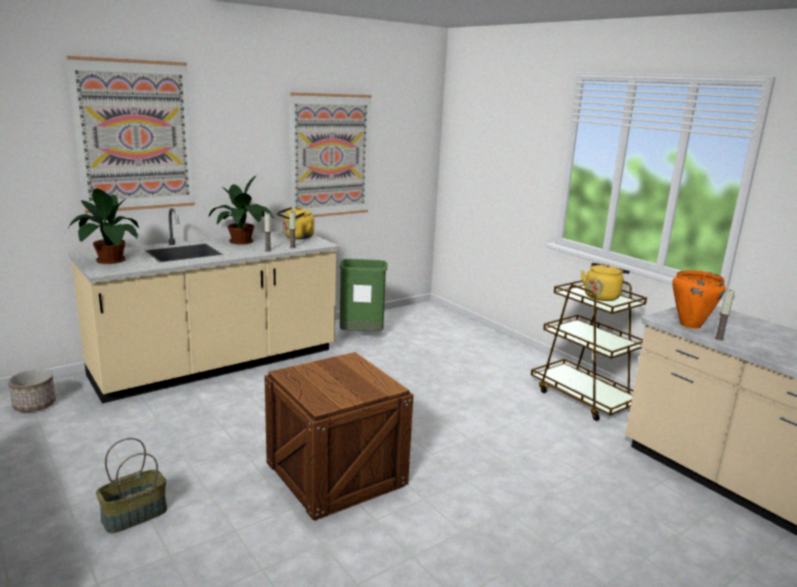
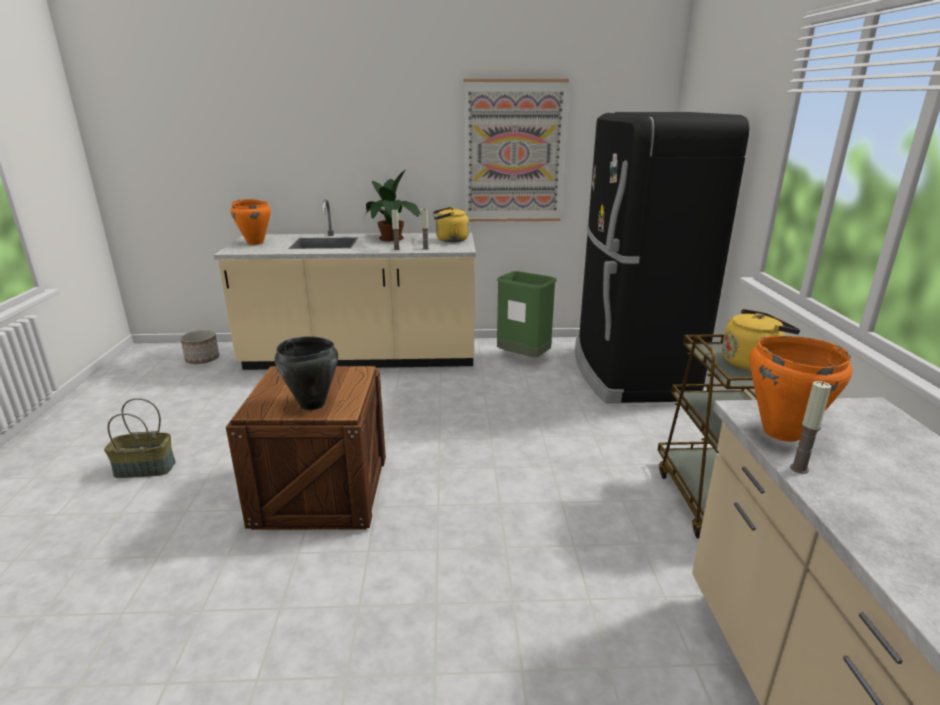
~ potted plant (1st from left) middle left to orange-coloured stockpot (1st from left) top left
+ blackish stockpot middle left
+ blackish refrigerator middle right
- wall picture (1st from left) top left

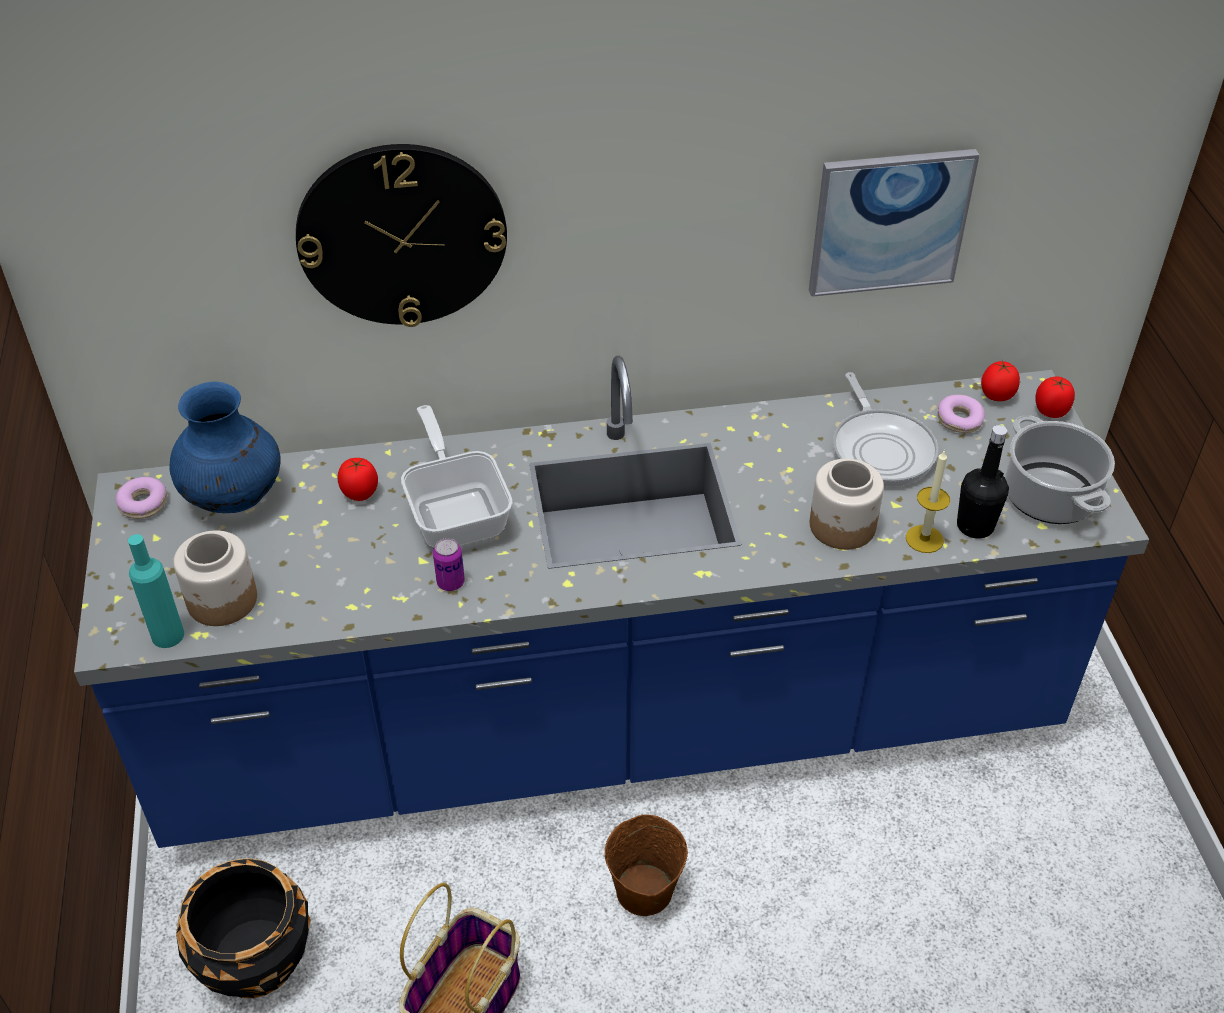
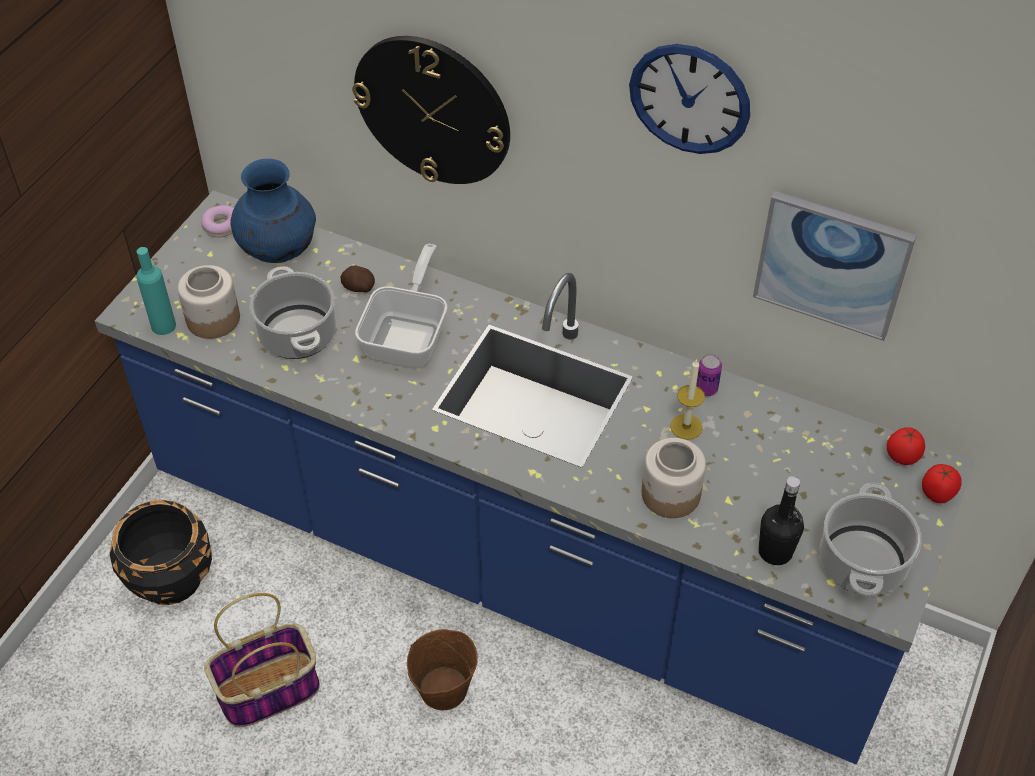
+ stockpot (1st from left) middle left
~ whole tomato (1st from left) middle left to spud centre
+ wall clock (2nd from left) top centre
~ candle middle right to centre
~ sealed can centre to middle right
- skillet (2nd from left) middle right
- ring doughnut (2nd from left) middle right

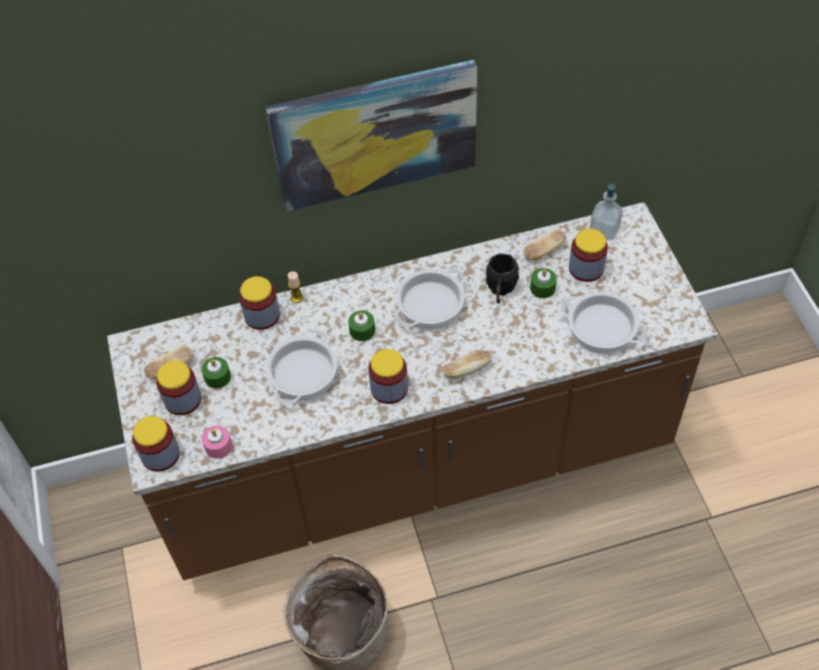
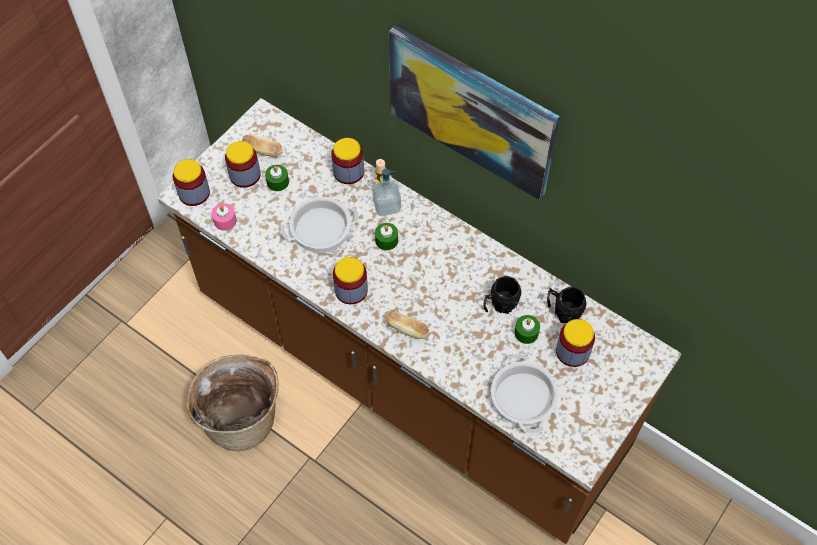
~ soap bottle top right to centre
~ bread (3rd from left) centre to blackish mug (2nd from left) middle right
- stockpot (2nd from left) centre

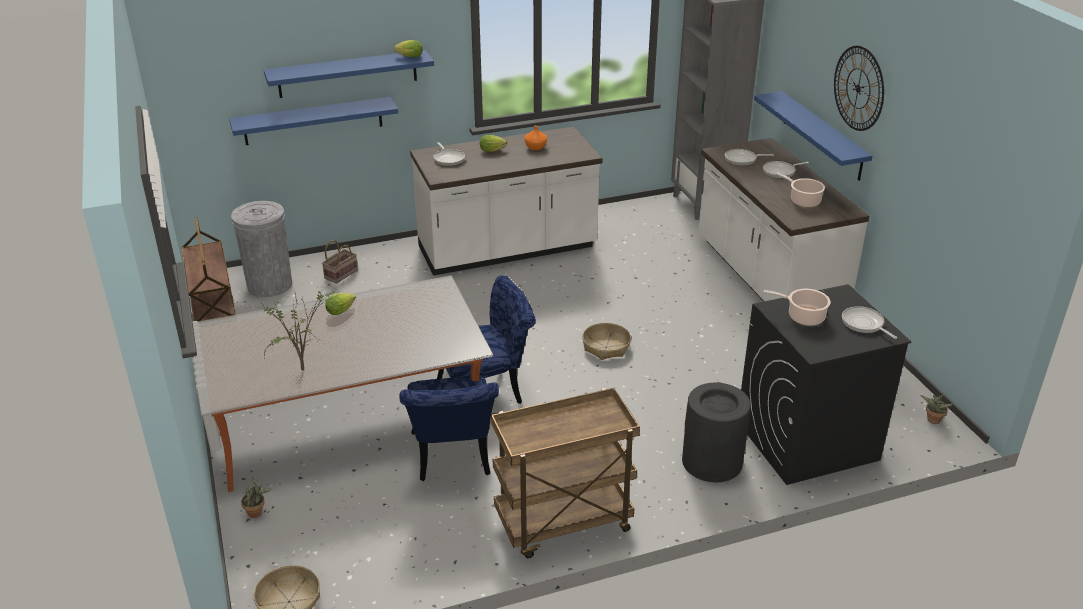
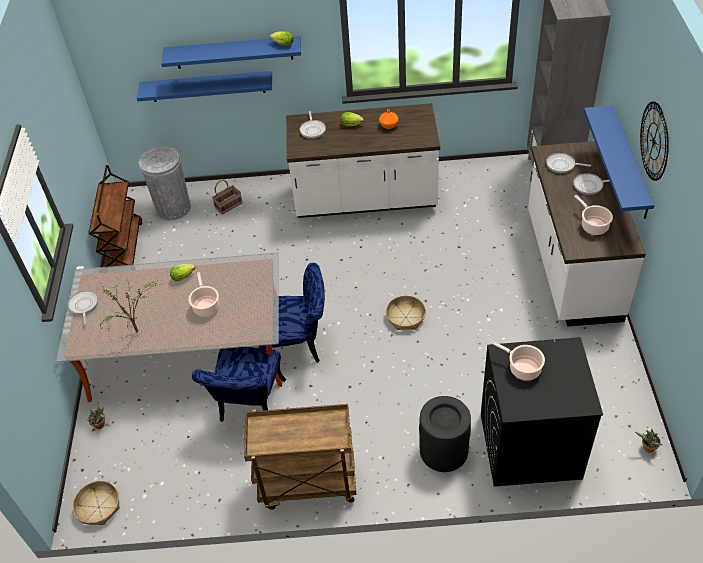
~ skillet (4th from left in the first image) middle right to skillet (1st from left) middle left
+ stockpot (1st from left) middle left

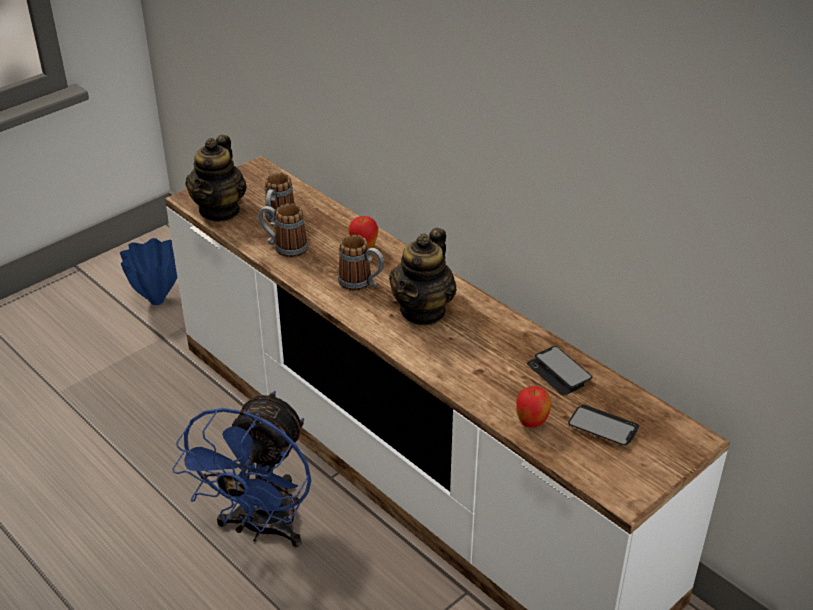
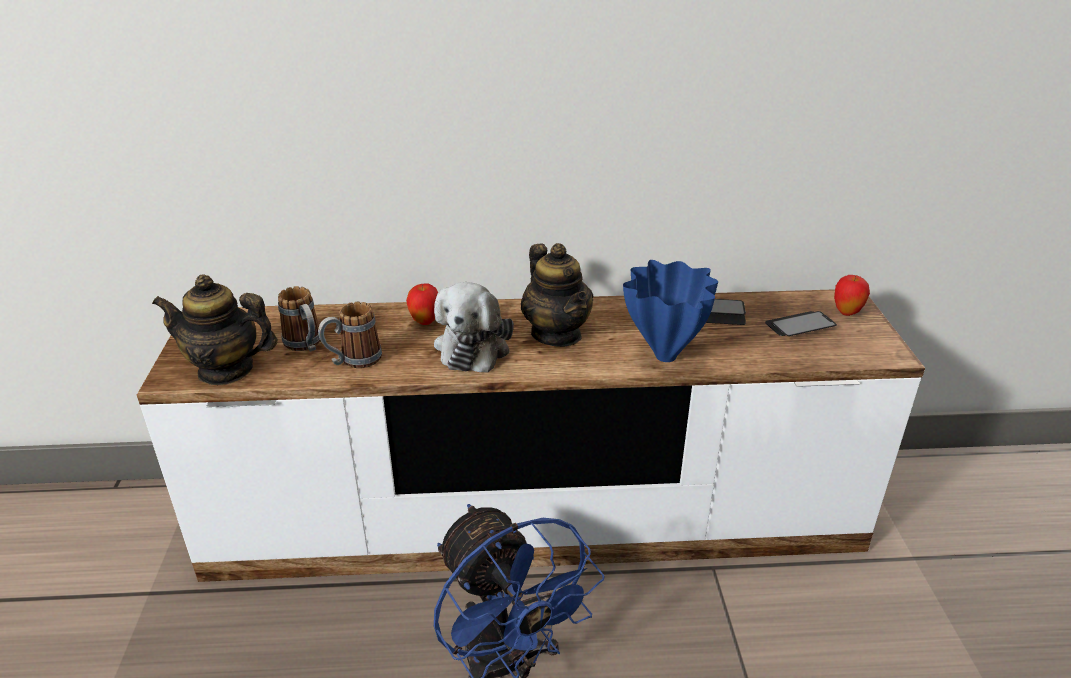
~ teapot (1st from left) top left = middle left 135 degrees clockwise
~ mug (3rd from left) centre to plush toy centre
~ blue flower vase middle left to centre
~ apple fruit (2nd from left) bottom centre to middle right

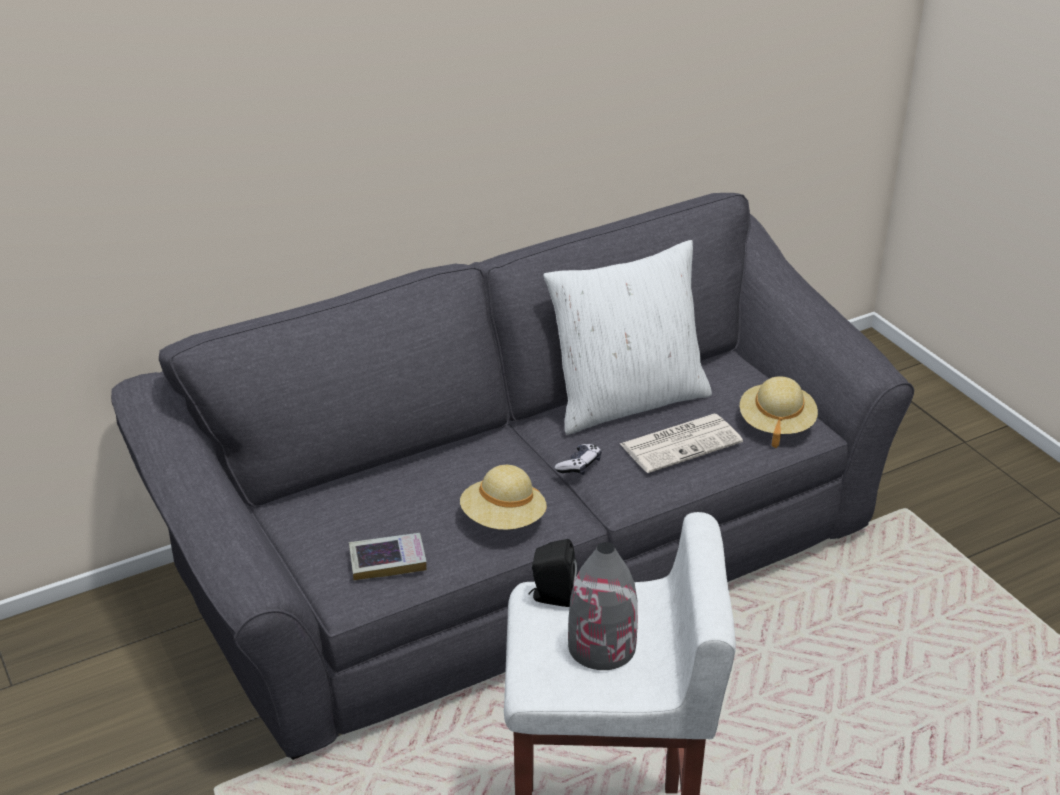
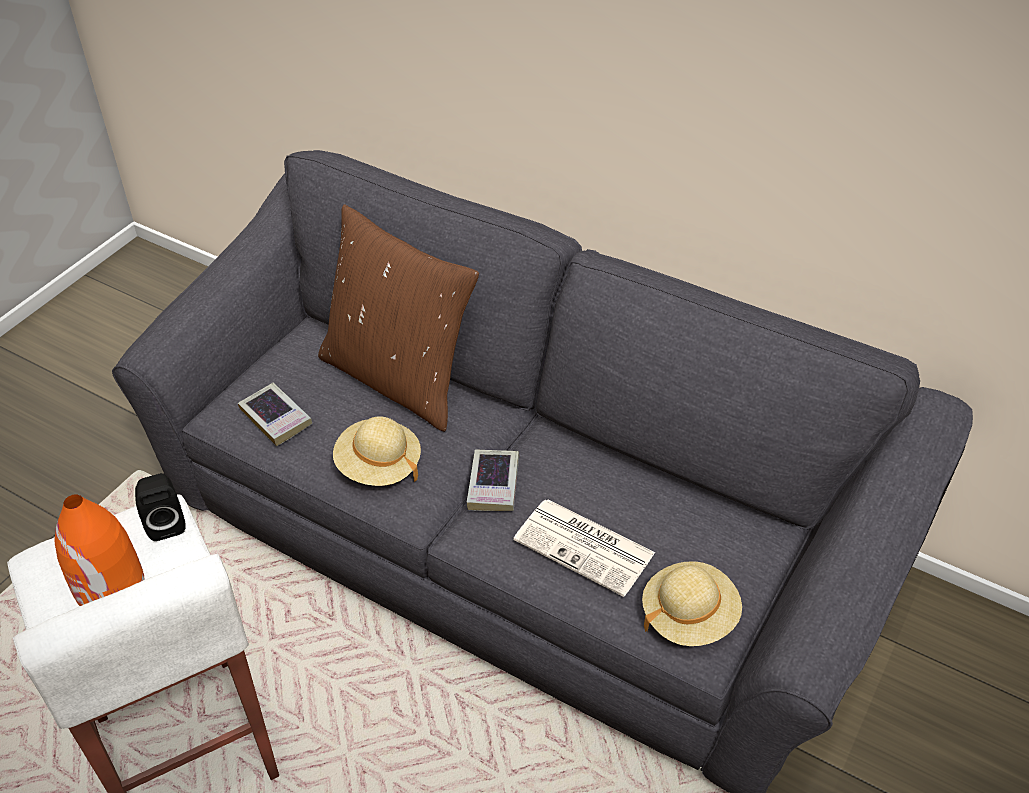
~ gray flower vase bottom centre to orange-coloured flower vase bottom left
+ brown-coloured throw pillow centre
~ joypad centre to book (2nd from left) centre
- white throw pillow centre

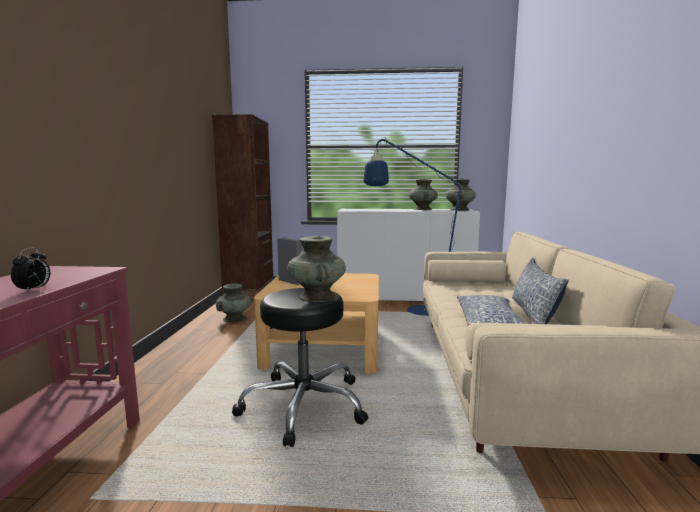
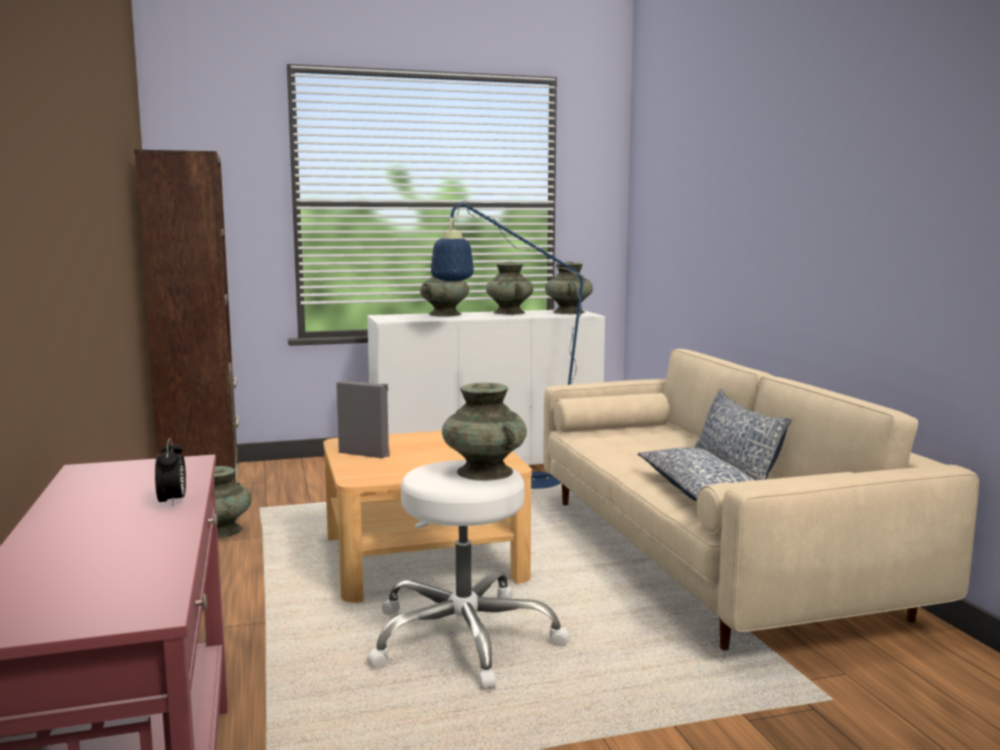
~ blackish stool seat bottom centre to white stool seat bottom centre
+ turquoise flower vase (2nd from left) centre

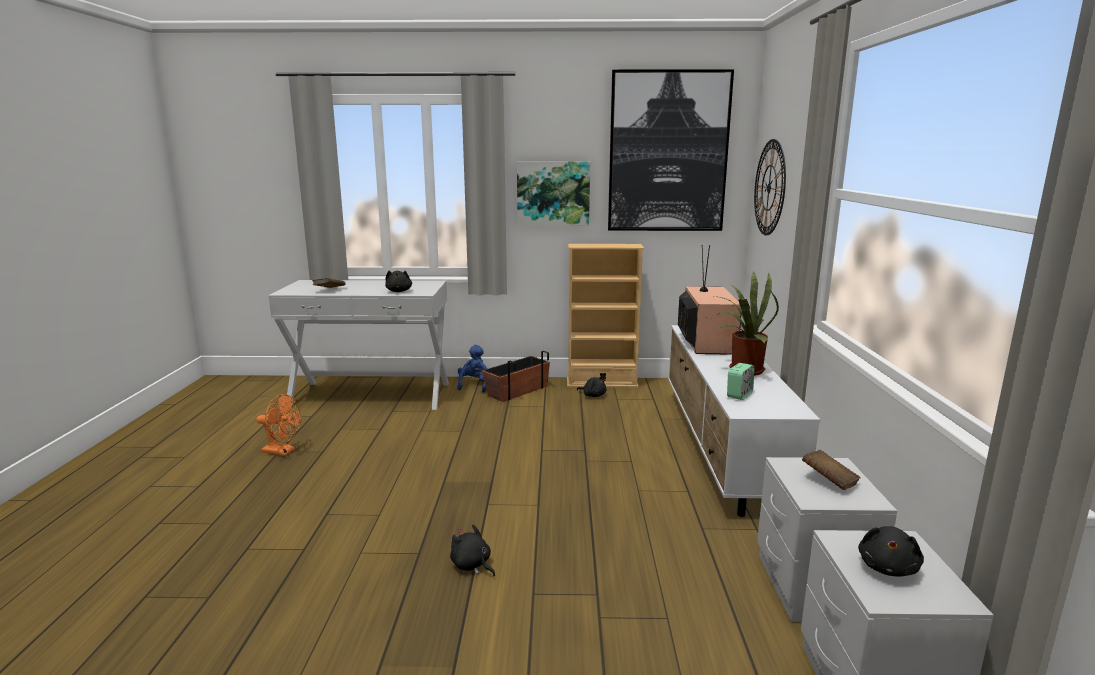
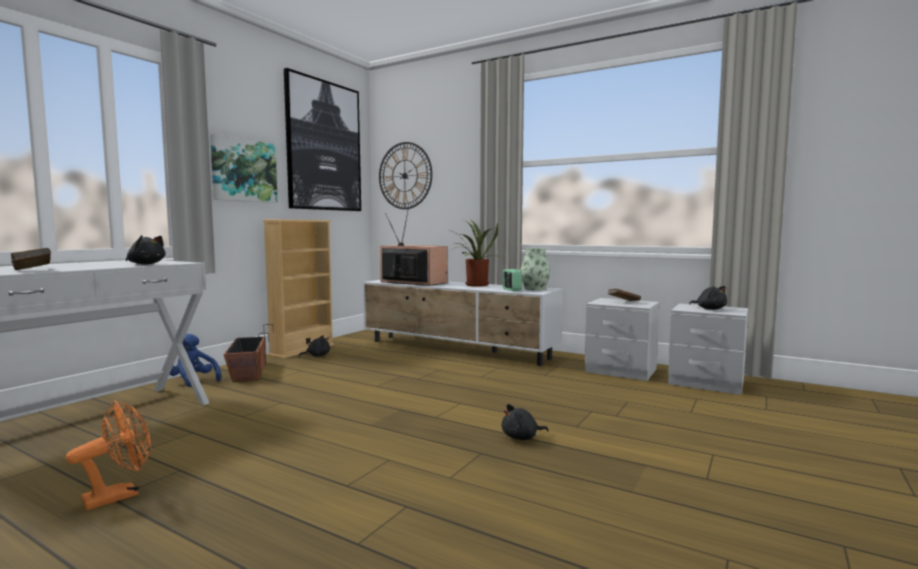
+ flower vase centre

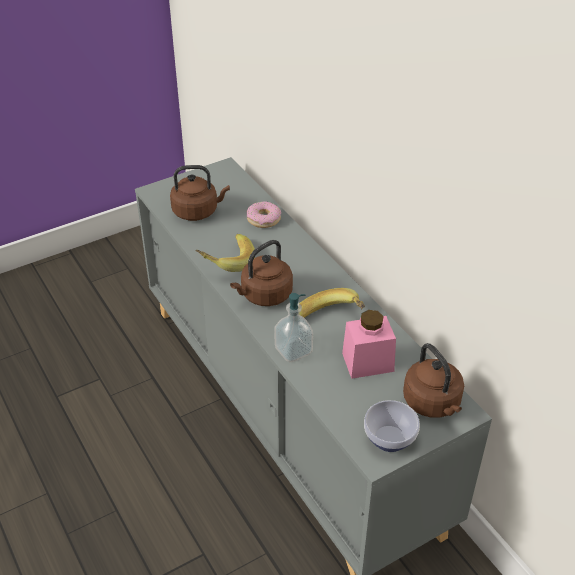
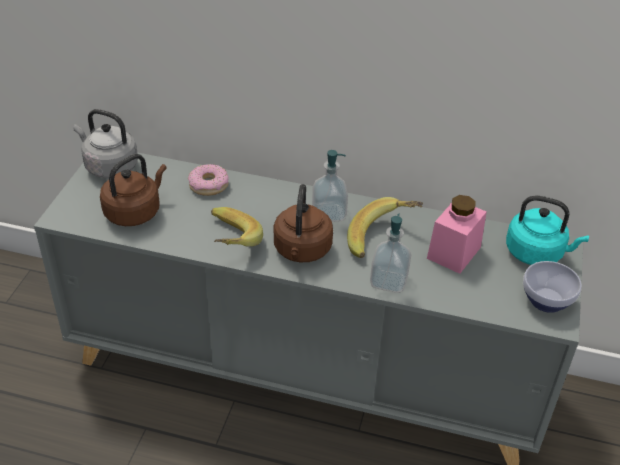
+ gray tea kettle top left
+ soap bottle (1st from left) centre
~ brown-coloured tea kettle (3rd from left) middle right to turquoise tea kettle middle right

